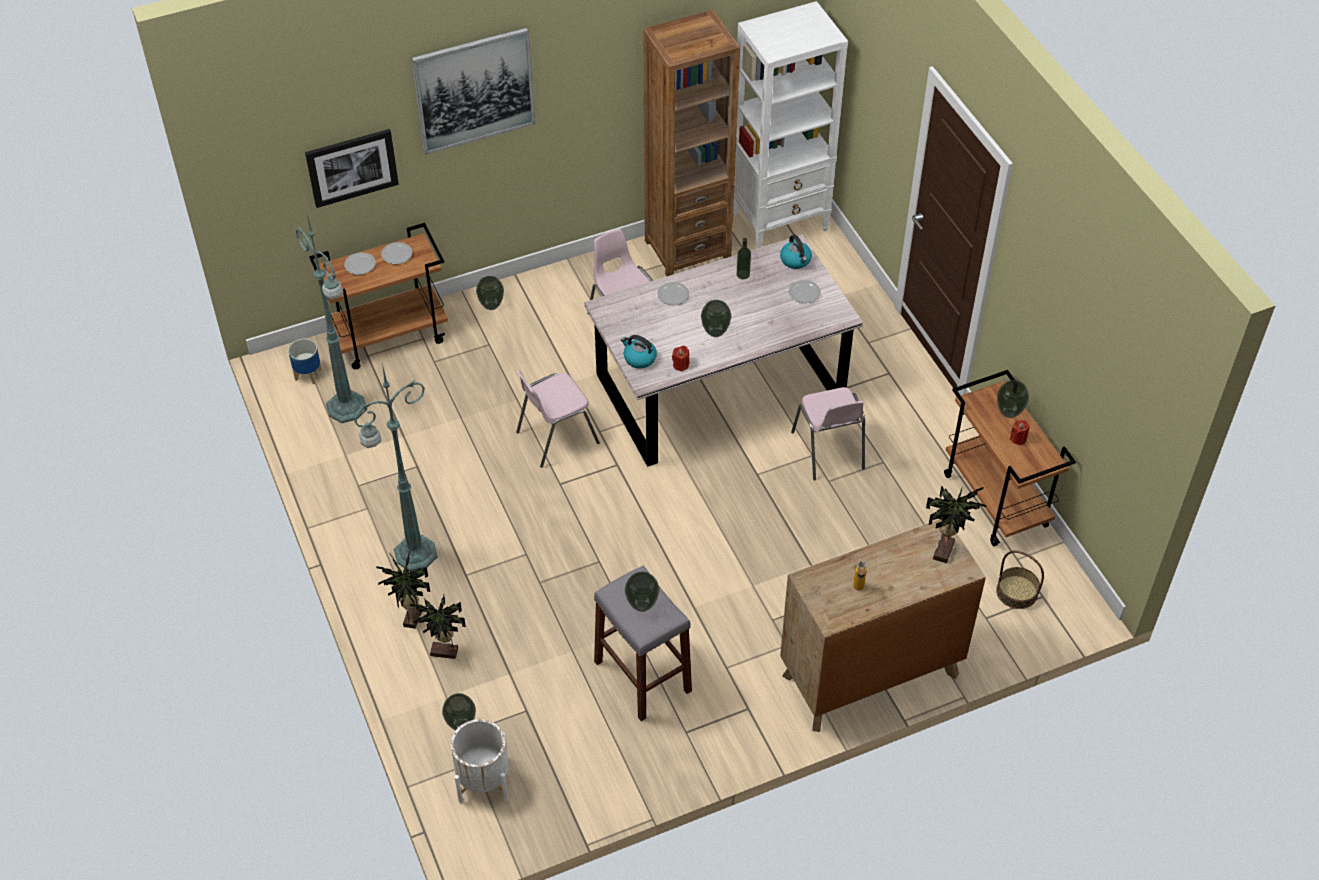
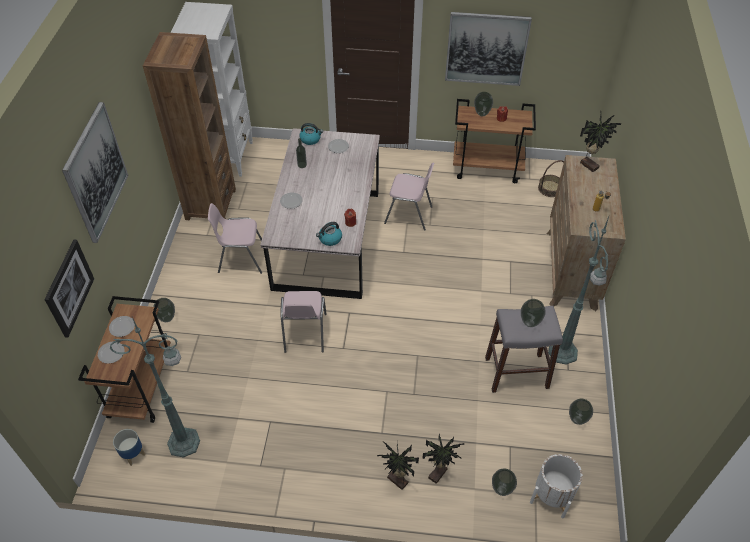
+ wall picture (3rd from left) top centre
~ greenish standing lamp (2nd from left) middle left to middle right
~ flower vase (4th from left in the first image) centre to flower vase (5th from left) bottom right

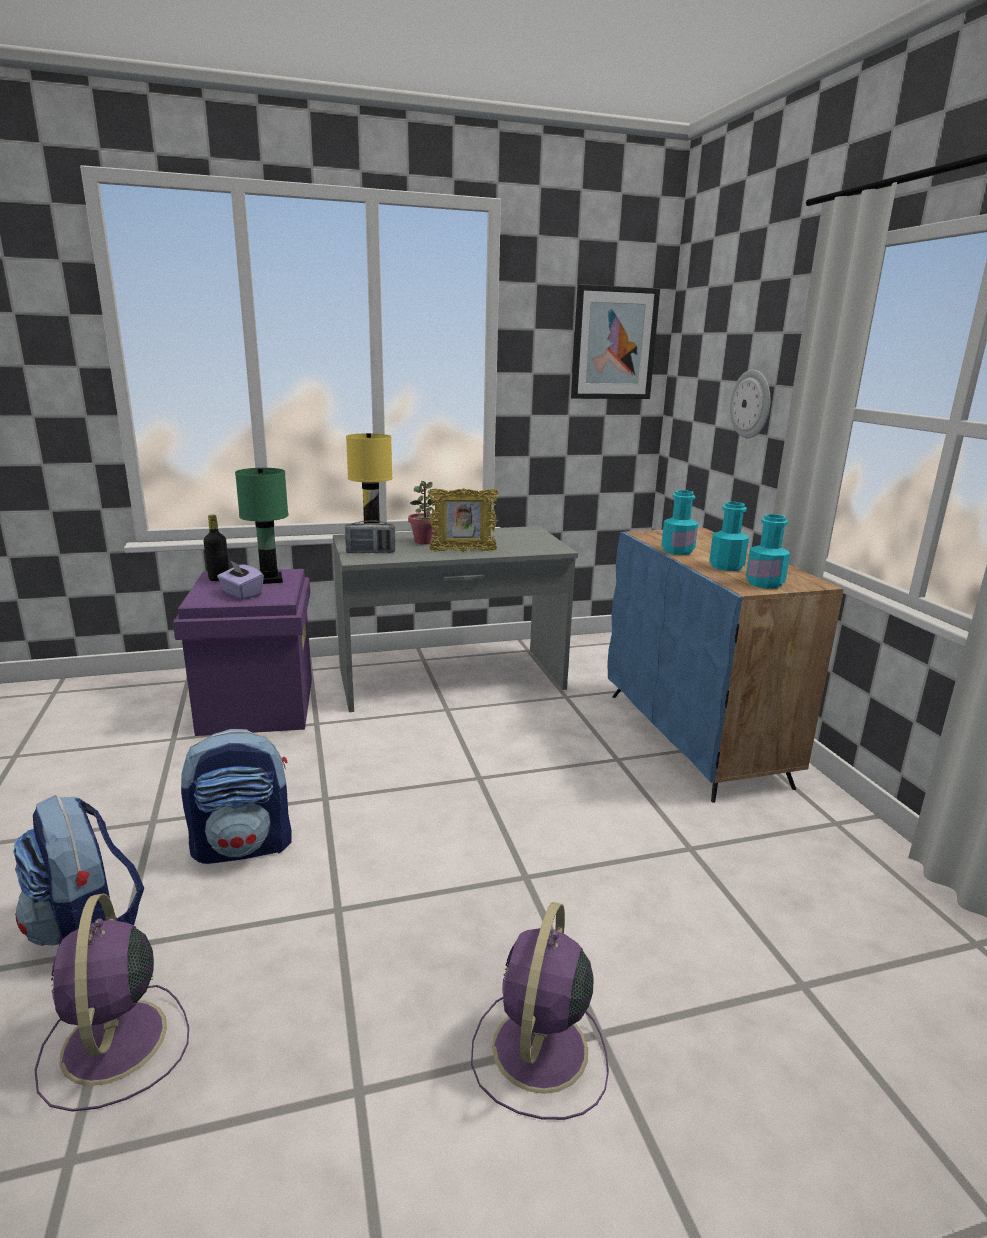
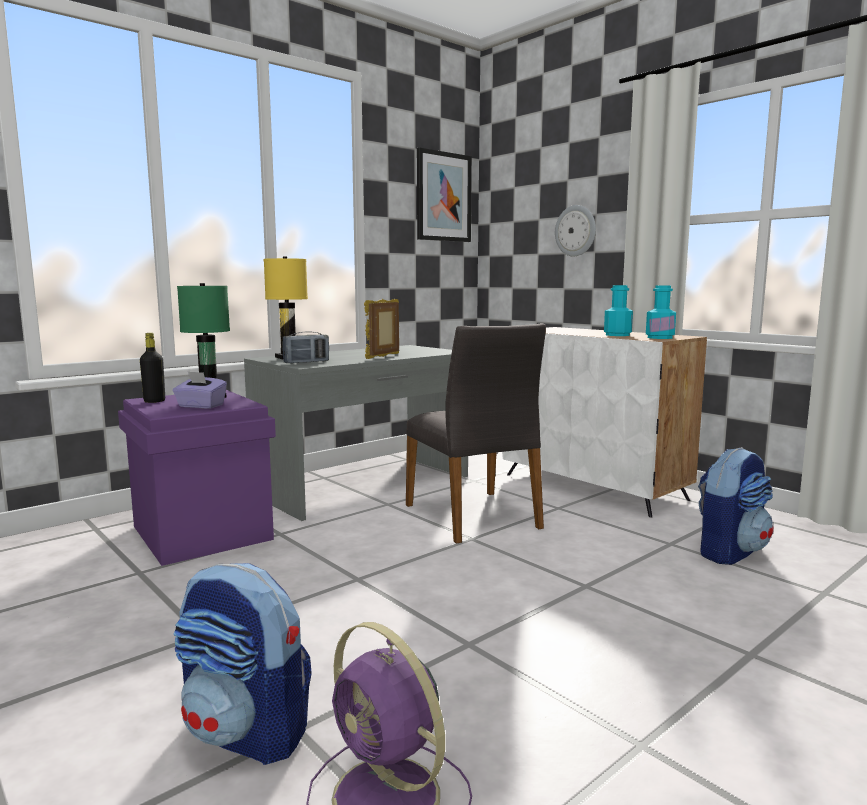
~ picture frame centre = centre 150 degrees clockwise
+ gray upright chair centre
~ blue cabinet middle right to white cabinet middle right
~ backpack (2nd from left) middle left to middle right
- potted plant centre
- purple electric fan (2nd from left) bottom centre
- turquoise drink bottle (1st from left) middle right

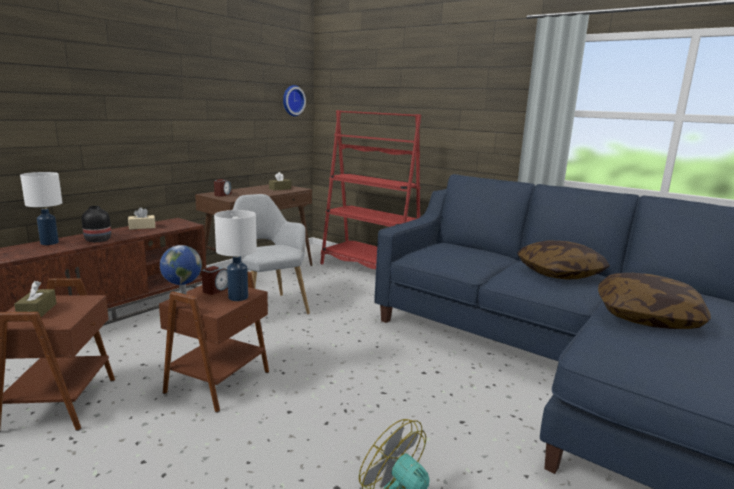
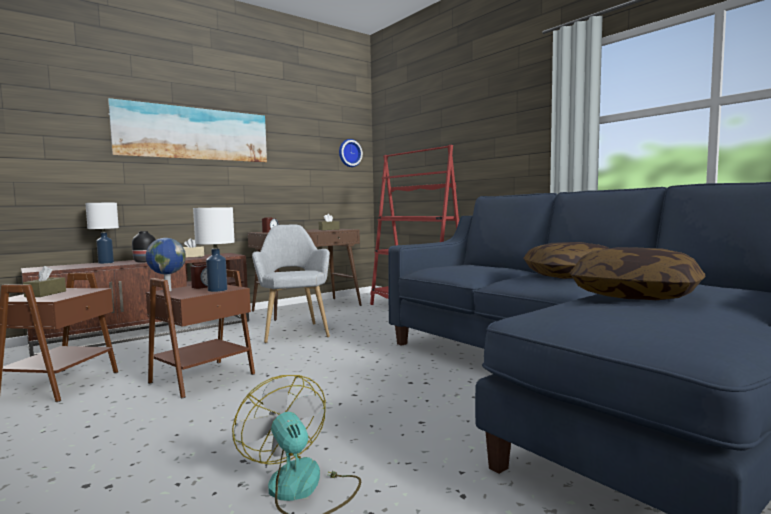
+ wall picture top left

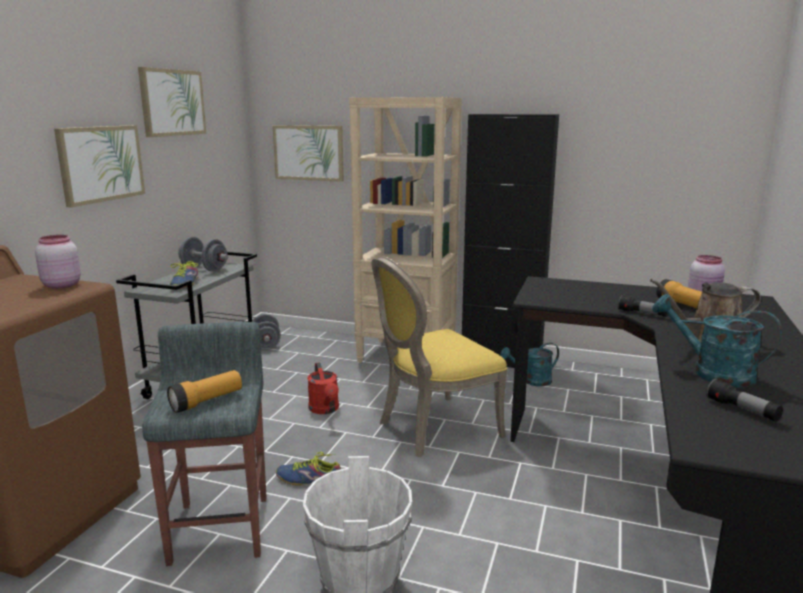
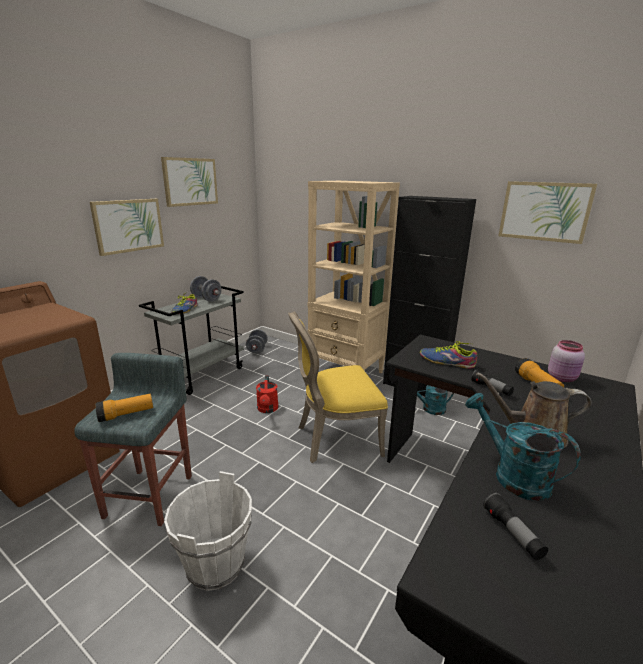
~ low shoe (2nd from left) bottom centre to middle right
~ wall picture (3rd from left) top centre to top right
- pinkish preserve jar (1st from left) middle left

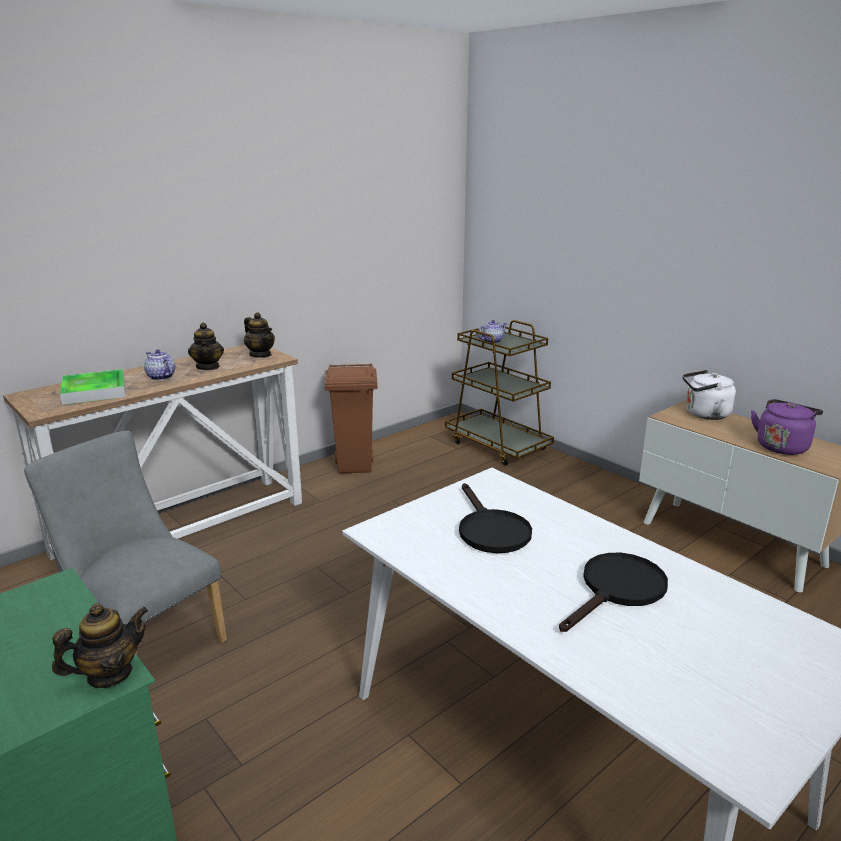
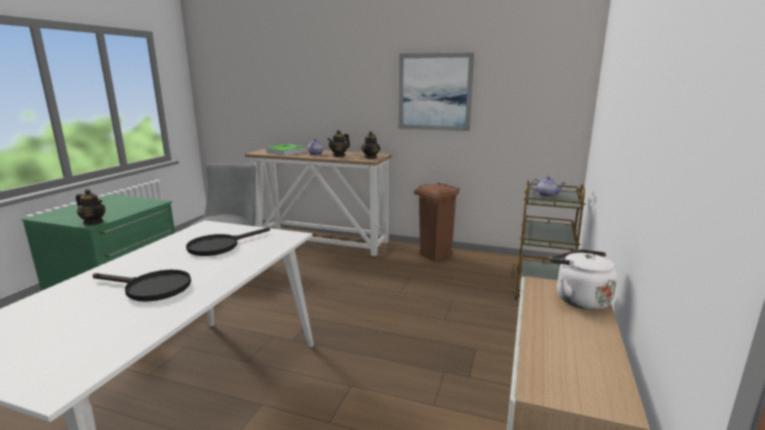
+ wall picture top centre
- purple tea kettle middle right

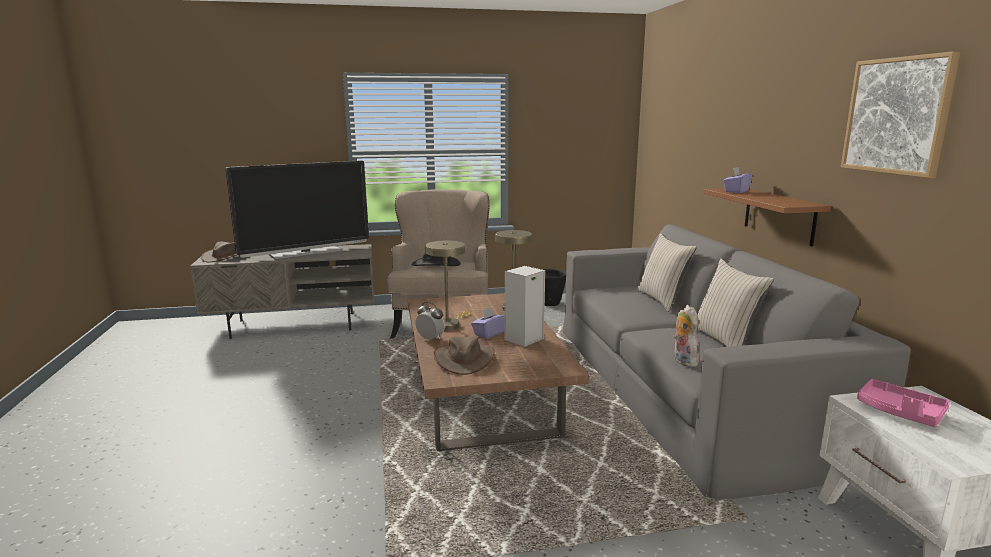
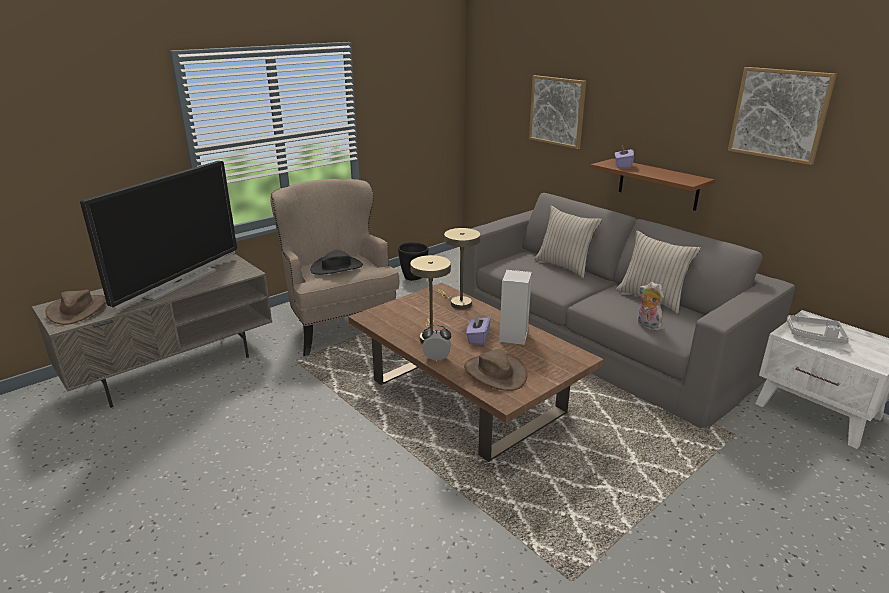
+ wall picture (1st from left) top centre
~ pinkish serving tray bottom right to gray serving tray middle right

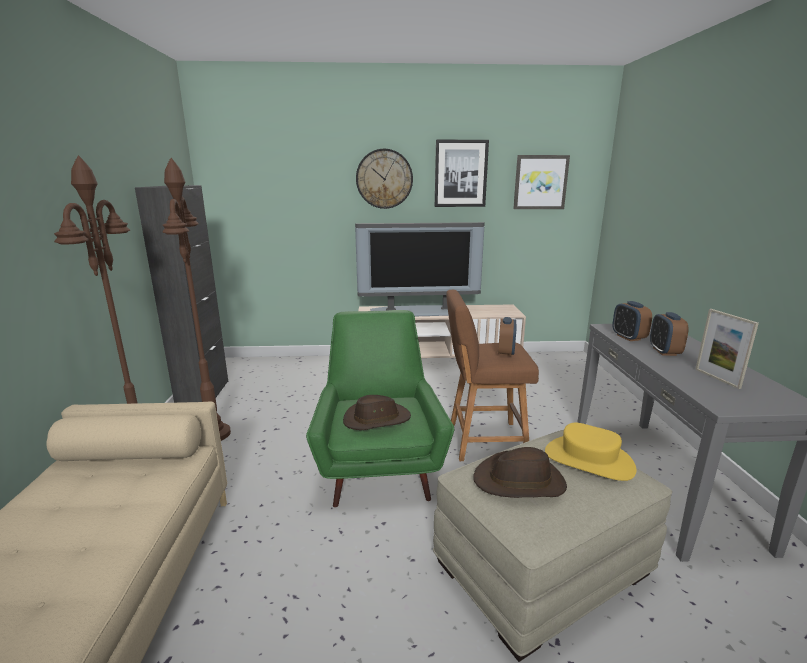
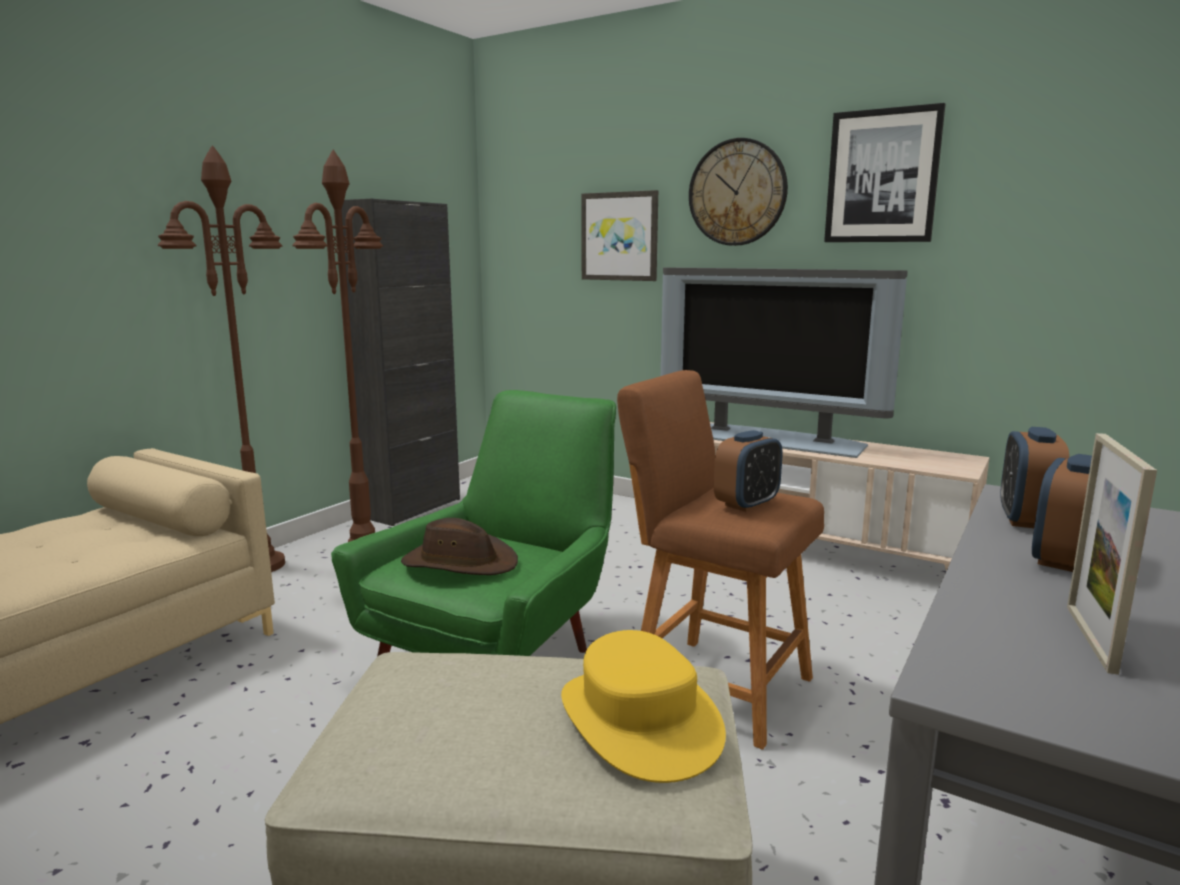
~ wall picture (2nd from left in the first image) top right to wall picture (1st from left) top centre
- brown-coloured clothing hat (2nd from left) bottom centre

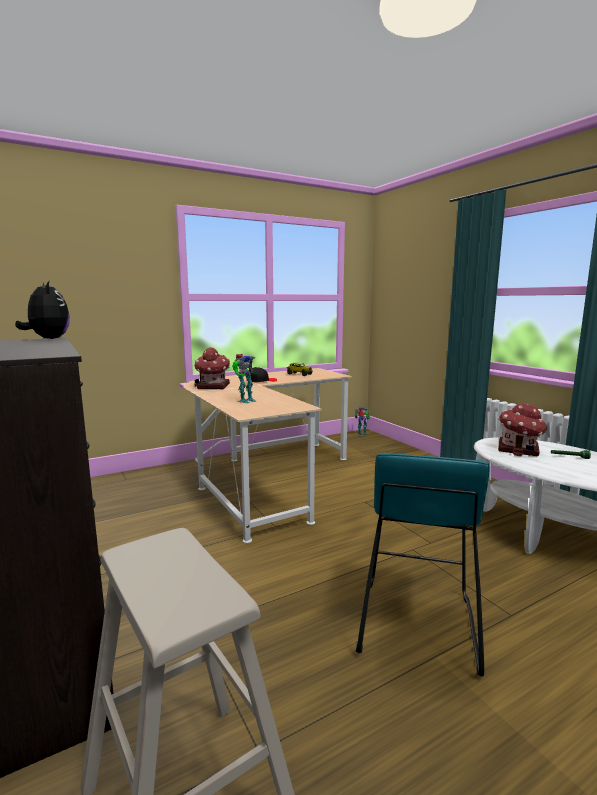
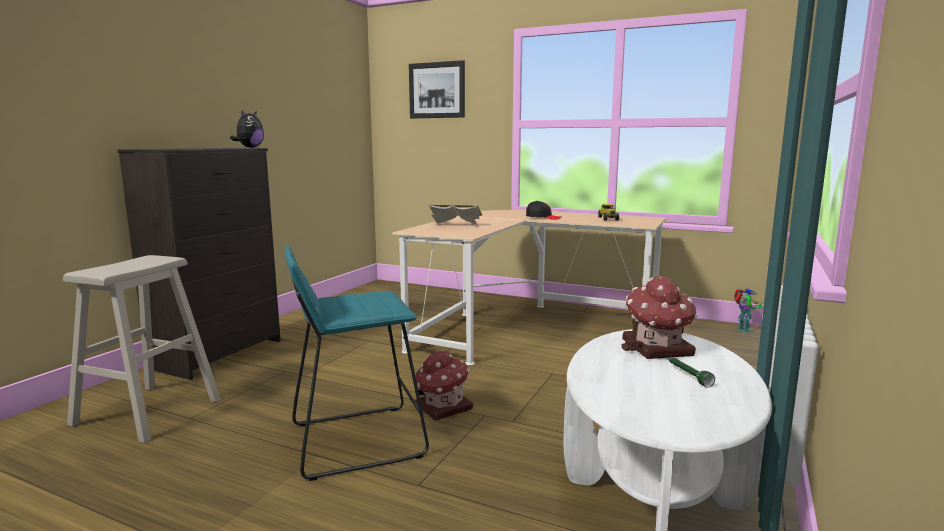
+ wall picture top centre
~ miniature house (1st from left) centre to bottom centre
~ model robot (1st from left) centre to book centre

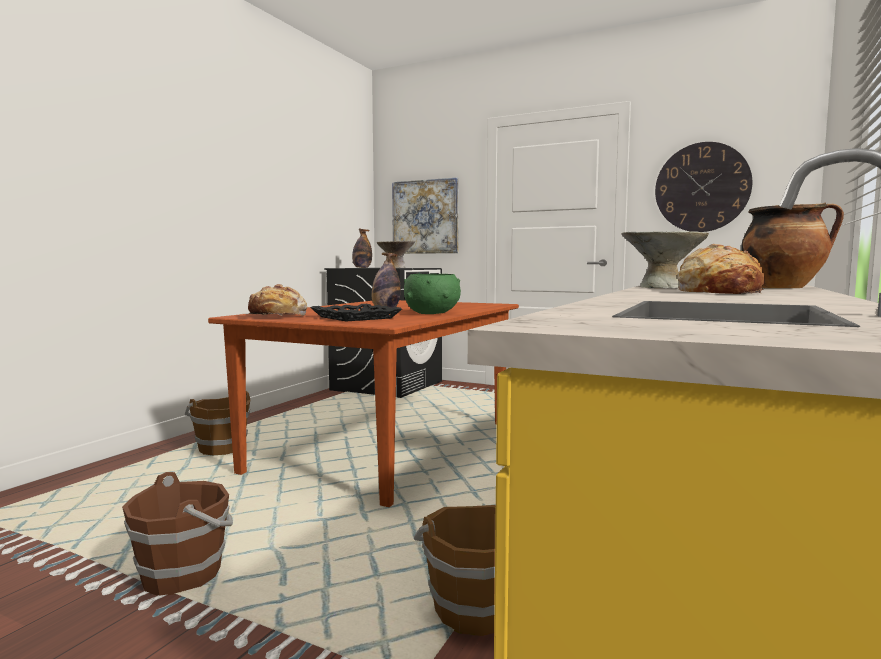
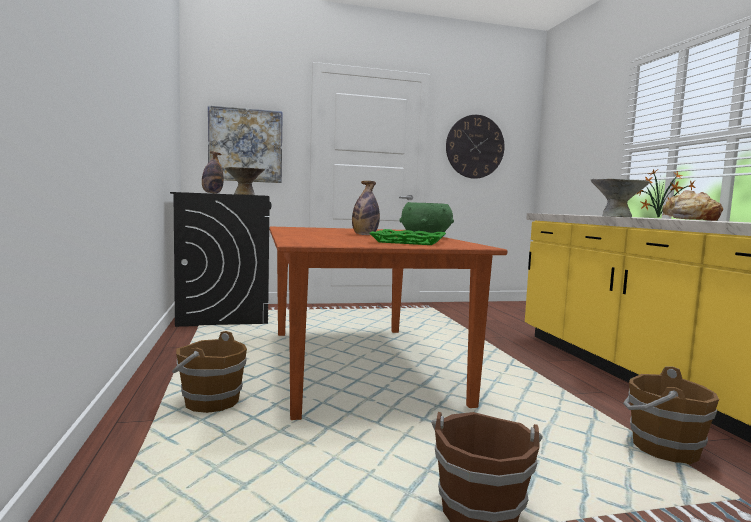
~ blackish serving tray centre to greenish serving tray centre
~ stockpot middle right to potted plant middle right
- bread (1st from left) middle left

